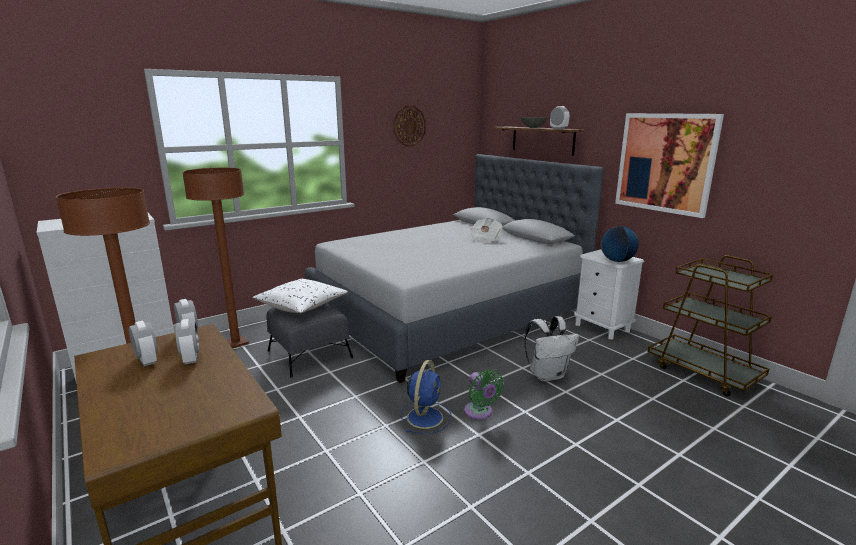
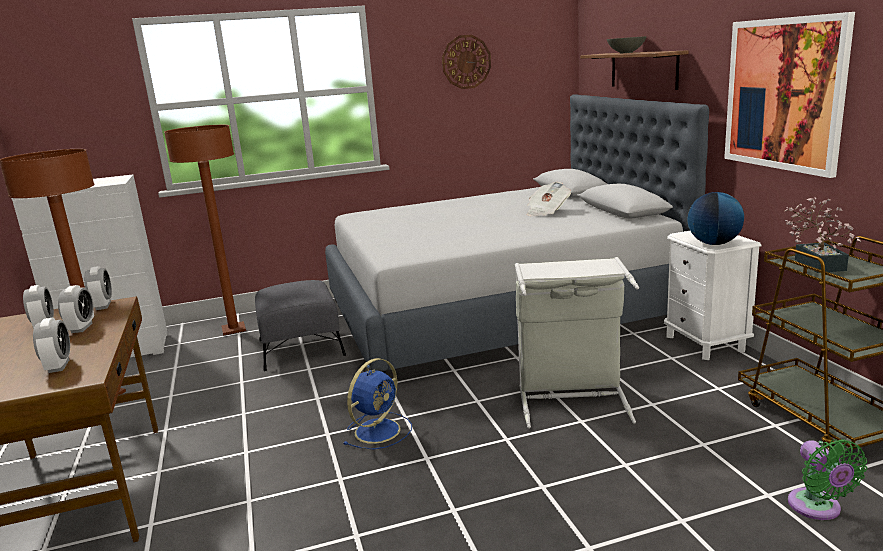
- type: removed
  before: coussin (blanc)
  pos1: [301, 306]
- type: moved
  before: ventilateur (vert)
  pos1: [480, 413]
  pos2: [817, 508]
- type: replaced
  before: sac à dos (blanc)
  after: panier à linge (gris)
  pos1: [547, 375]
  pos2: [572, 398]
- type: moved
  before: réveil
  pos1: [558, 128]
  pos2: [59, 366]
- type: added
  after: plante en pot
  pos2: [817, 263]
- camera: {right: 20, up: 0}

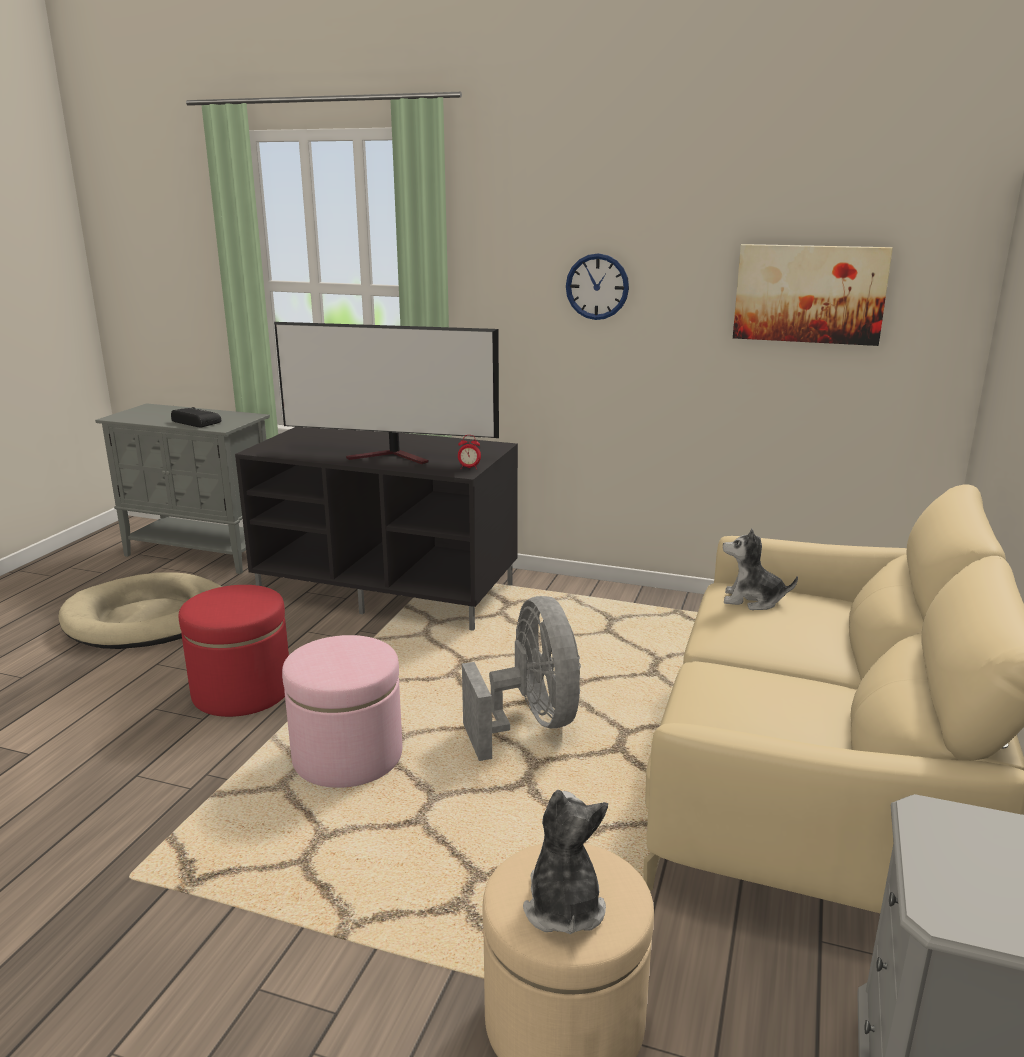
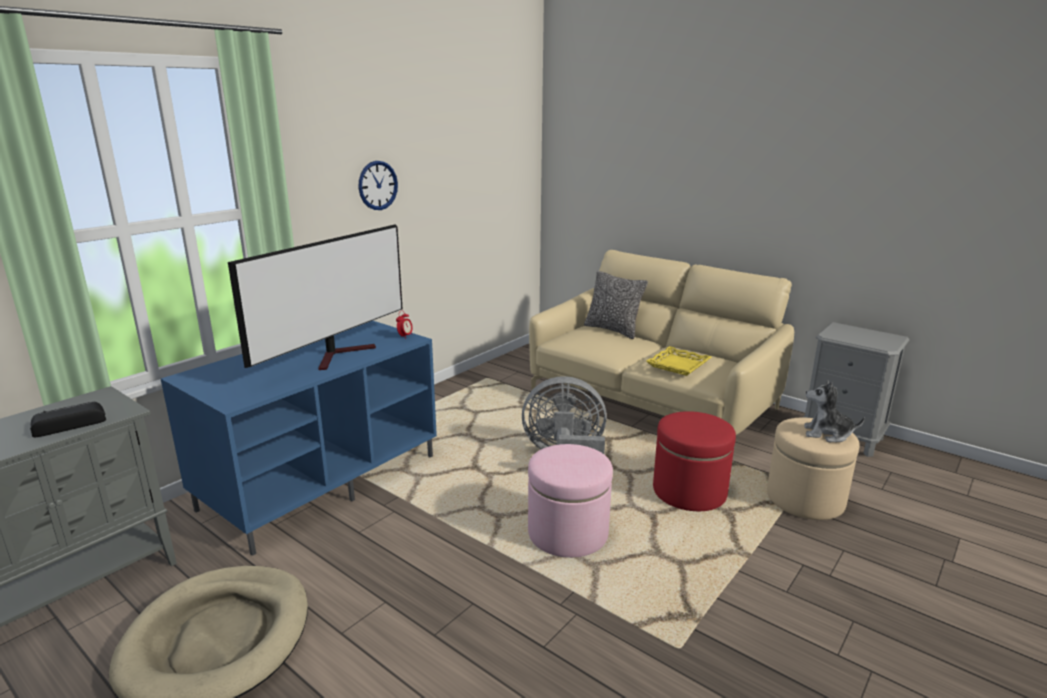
- type: moved
  before: pouf (rouge)
  pos1: [242, 691]
  pos2: [689, 491]
- type: recoloured
  before: meuble télé (noir)
  after: meuble télé (bleu)
  pos1: [389, 590]
  pos2: [322, 481]
- type: removed
  before: peluche
  pos1: [752, 600]
- type: removed
  before: tableau
  pos1: [809, 294]
- type: added
  after: coussin
  pos2: [613, 330]
- type: added
  after: plateau (jaune)
  pos2: [678, 365]
- camera: {right: -70, up: 0}

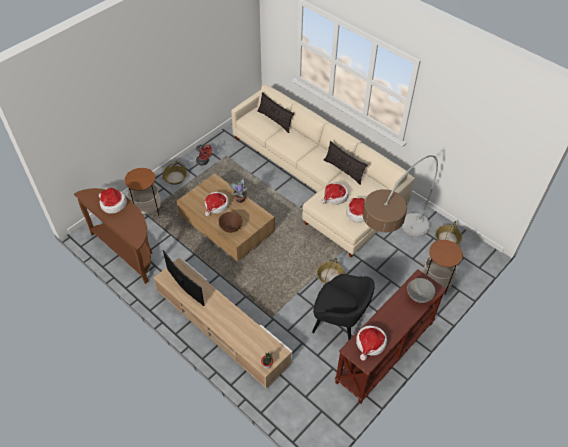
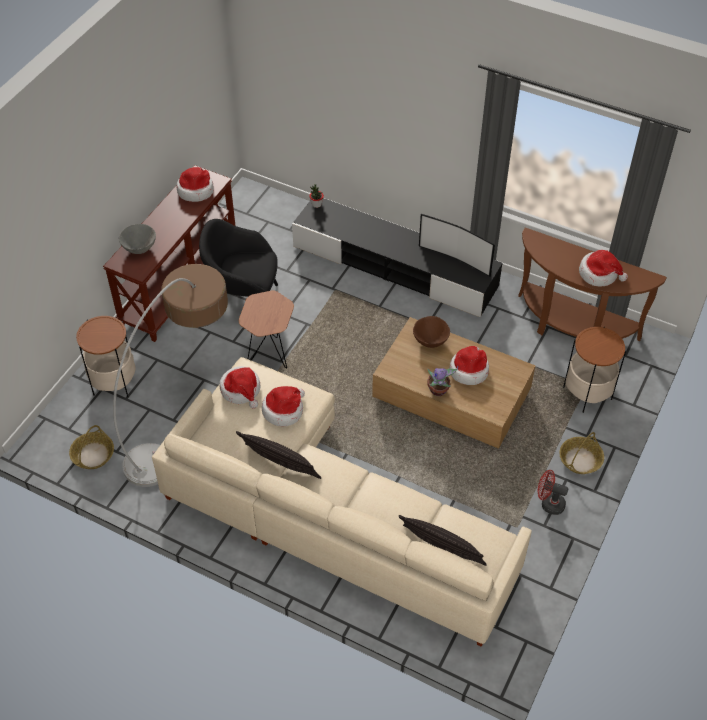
- type: recoloured
  before: meuble télé (beige)
  after: meuble télé (noir)
  pos1: [221, 326]
  pos2: [395, 267]
- type: replaced
  before: panier
  after: table d'appoint (marron)
  pos1: [330, 276]
  pos2: [270, 357]
- camera: {right: 165, up: 0}

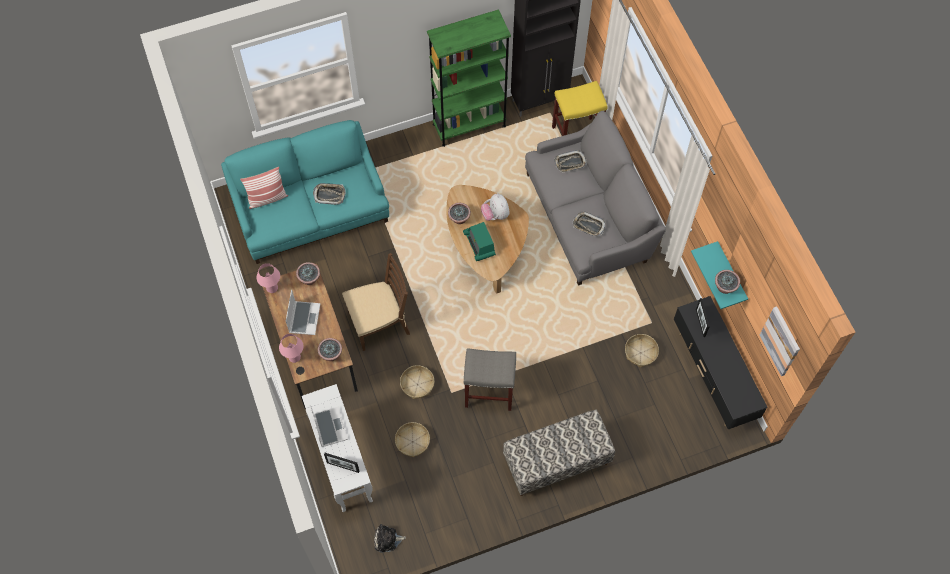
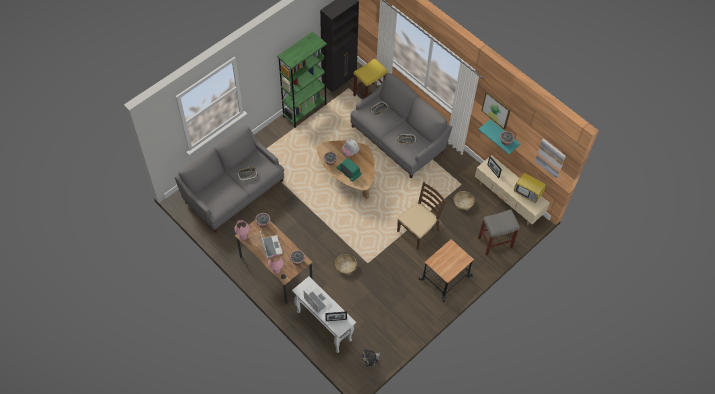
- type: recoloured
  before: canapé (turquoise)
  after: canapé (gris)
  pos1: [311, 210]
  pos2: [233, 190]
- type: removed
  before: coussin
  pos1: [267, 198]
- type: moved
  before: chaise (marron)
  pos1: [379, 323]
  pos2: [418, 230]
- type: removed
  before: panier
  pos1: [412, 442]
- type: moved
  before: tabouret (gris)
  pos1: [488, 393]
  pos2: [494, 243]
- type: replaced
  before: banc
  after: chariot
  pos1: [556, 462]
  pos2: [445, 278]
- type: recoloured
  before: meuble télé (noir)
  after: meuble télé (beige)
  pos1: [712, 376]
  pos2: [508, 201]
- type: added
  after: tableau
  pos2: [496, 109]
- type: added
  after: téléviseur
  pos2: [528, 194]
- camera: {right: -25, up: -5}

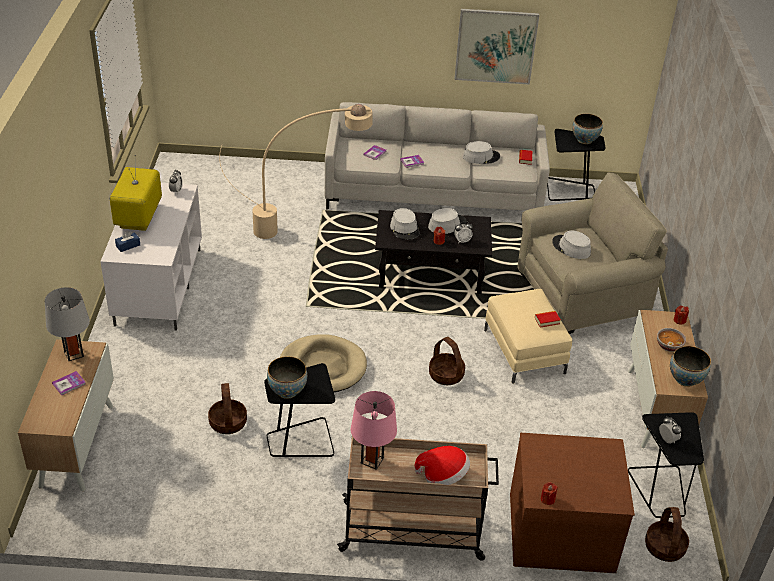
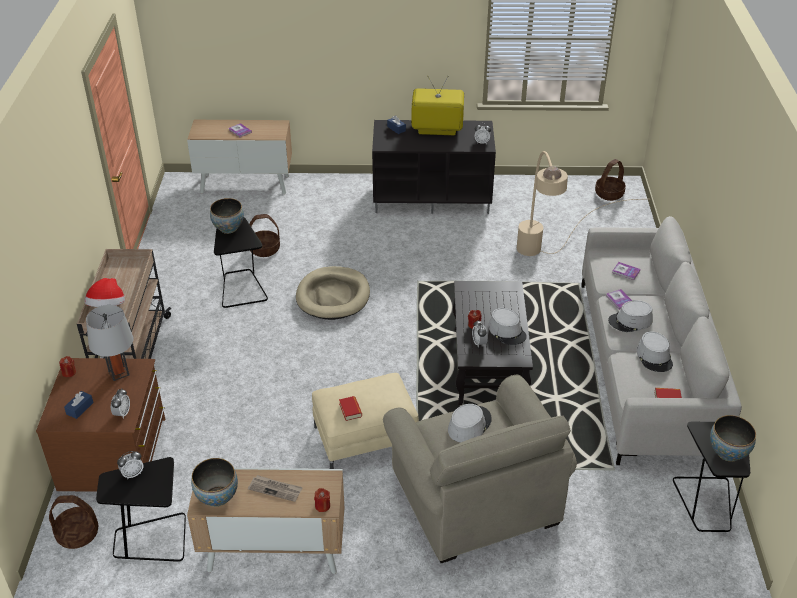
- type: moved
  before: lampe de table (gris)
  pos1: [74, 354]
  pos2: [118, 373]
- type: recoloured
  before: meuble télé (blanc)
  after: meuble télé (noir)
  pos1: [158, 285]
  pos2: [432, 197]
- type: removed
  before: lampe de table (rose)
  pos1: [372, 460]
- type: moved
  before: chapeau (gris)
  pos1: [405, 229]
  pos2: [630, 321]
- type: moved
  before: panier
  pos1: [445, 375]
  pos2: [609, 193]
- type: removed
  before: tableau
  pos1: [495, 46]
- type: replaced
  before: bol
  after: journal
  pos1: [668, 346]
  pos2: [275, 489]
- type: added
  after: boîte à mouchoirs (bleu)
  pos2: [80, 408]
- type: added
  after: réveil
  pos2: [122, 413]
- camera: {right: 90, up: 0}

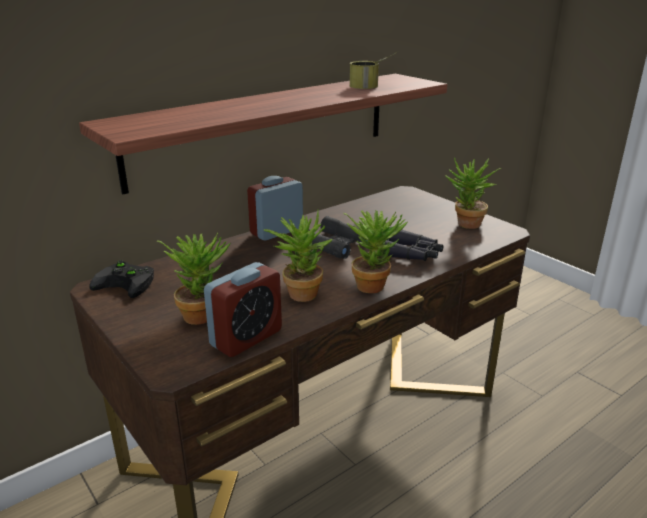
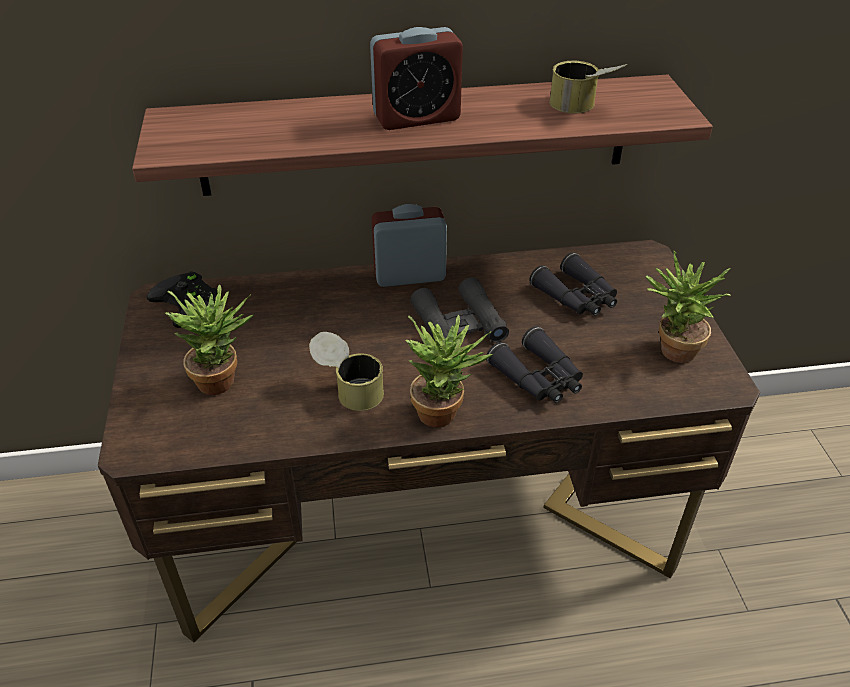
- type: moved
  before: réveil
  pos1: [246, 338]
  pos2: [416, 117]
- type: replaced
  before: plante en pot
  after: boîte métallique
  pos1: [300, 292]
  pos2: [349, 389]
- type: added
  after: jumelles (noir)
  pos2: [577, 297]
- camera: {right: 30, up: 15}

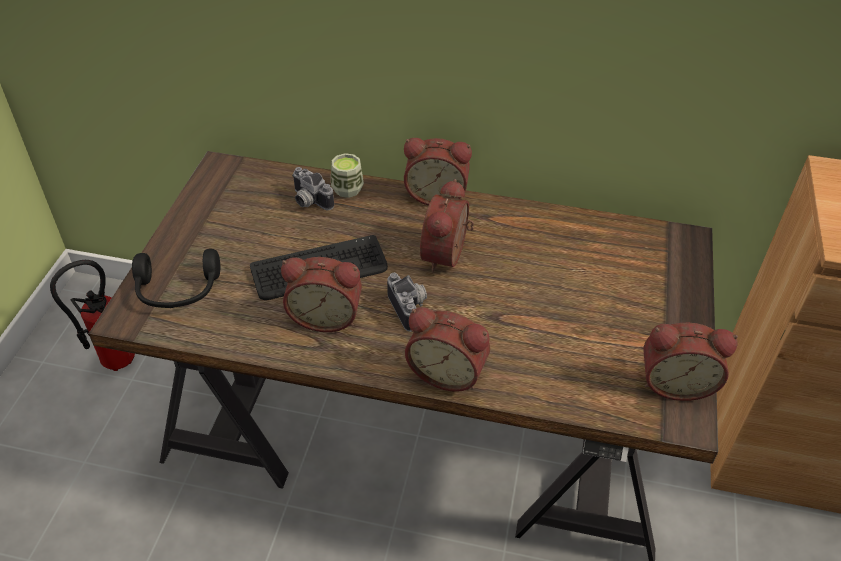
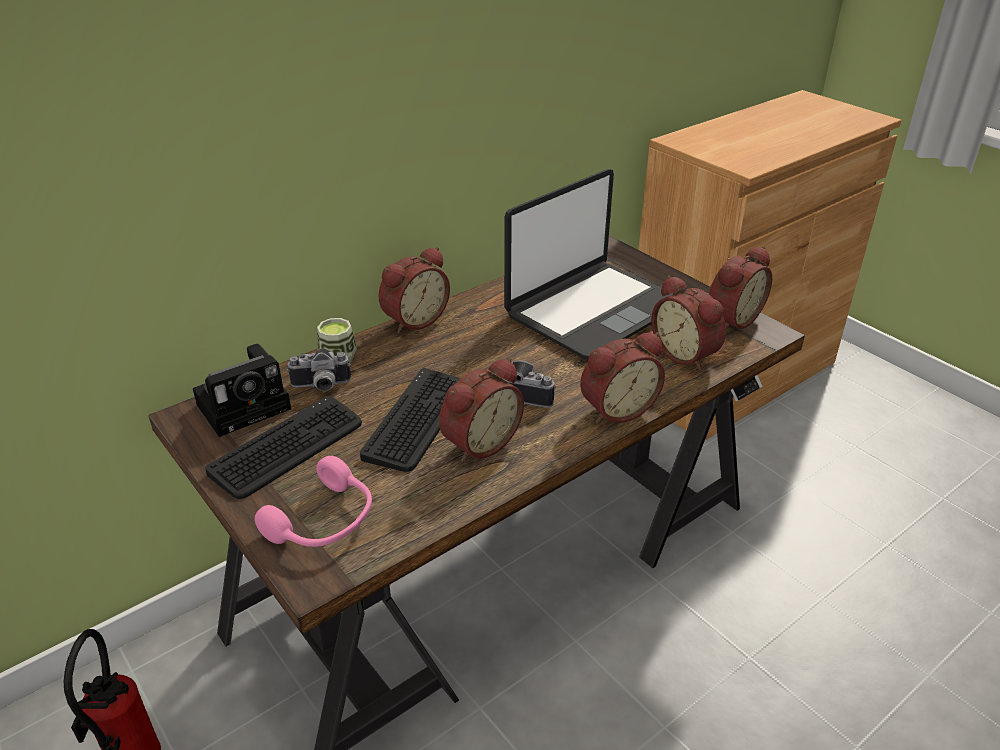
- type: recoloured
  before: casque audio (noir)
  after: casque audio (rose)
  pos1: [177, 291]
  pos2: [325, 522]
- type: moved
  before: réveil
  pos1: [448, 256]
  pos2: [686, 354]
- type: added
  after: appareil photo
  pos2: [247, 405]
- type: added
  after: clavier
  pos2: [288, 448]
- type: added
  after: ordinateur portable
  pos2: [593, 310]
- camera: {right: -50, up: -10}

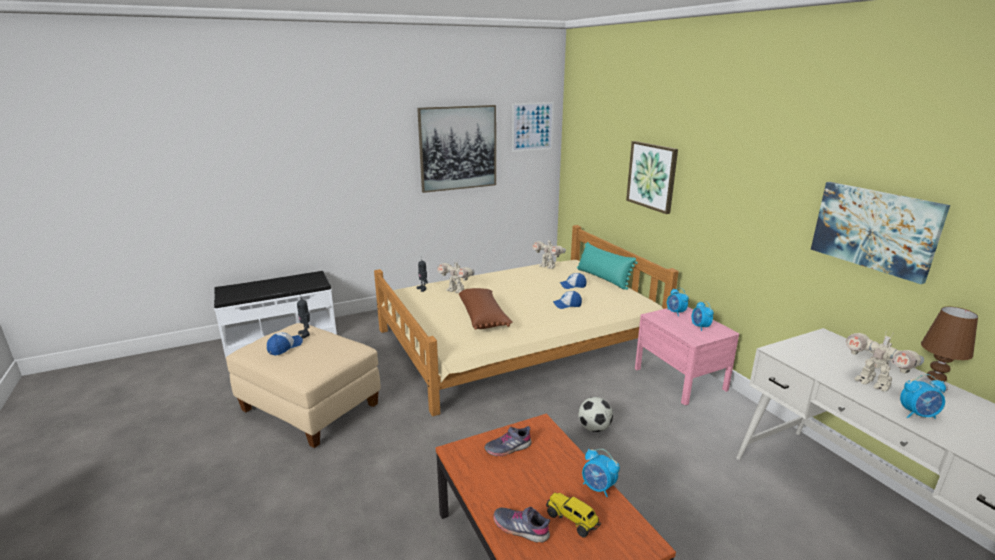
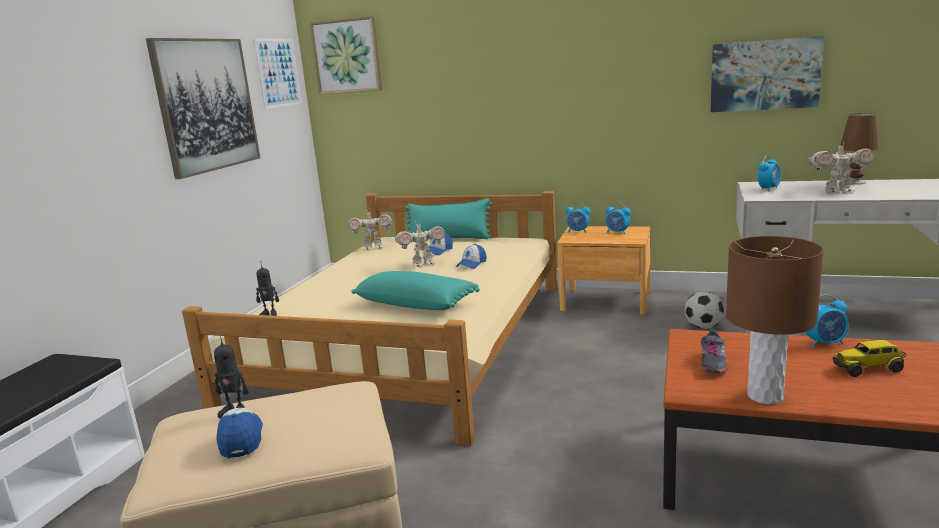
- type: moved
  before: robot jouet
  pos1: [456, 290]
  pos2: [423, 264]
- type: recoloured
  before: coussin (marron)
  after: coussin (turquoise)
  pos1: [484, 317]
  pos2: [416, 304]
- type: removed
  before: chaussure (gris)
  pos1: [521, 528]
- type: moved
  before: ballon de foot
  pos1: [594, 428]
  pos2: [703, 327]
- type: moved
  before: tableau
  pos1: [652, 176]
  pos2: [347, 56]
- type: recoloured
  before: table de chevet (rose)
  after: table de chevet (marron)
  pos1: [680, 379]
  pos2: [605, 301]
- type: moved
  before: réveil
  pos1: [917, 415]
  pos2: [768, 189]
- type: added
  after: lampe de table (marron)
  pos2: [766, 396]
- camera: {right: -45, up: -5}

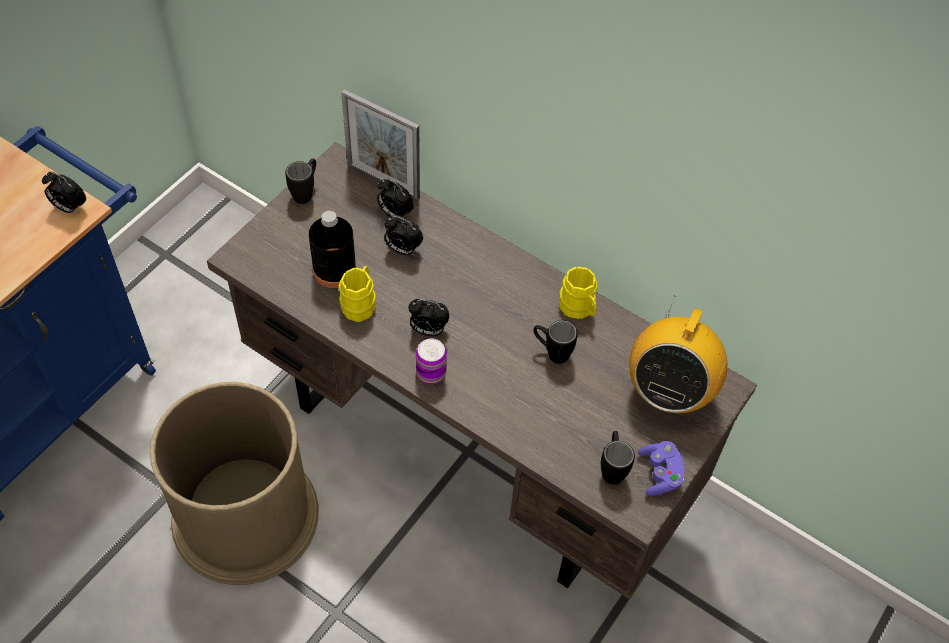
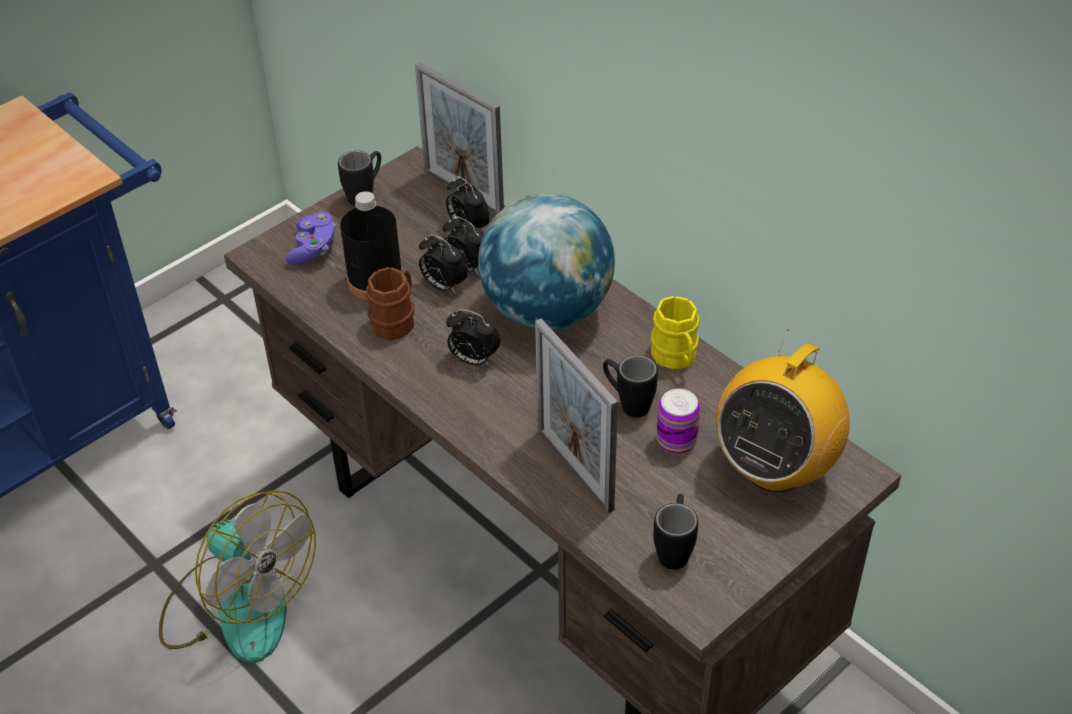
- type: moved
  before: réveil
  pos1: [69, 207]
  pos2: [443, 286]
- type: replaced
  before: poubelle (marron)
  after: ventilateur
  pos1: [245, 515]
  pos2: [238, 606]
- type: recoloured
  before: mug (jaune)
  after: mug (marron)
  pos1: [360, 303]
  pos2: [396, 320]
- type: moved
  before: boîte métallique
  pos1: [431, 373]
  pos2: [676, 440]
- type: moved
  before: manette (violet)
  pos1: [660, 474]
  pos2: [313, 249]
- type: added
  after: globe
  pos2: [547, 310]
- type: added
  after: cadre photo
  pos2: [574, 469]
- camera: {right: 15, up: -10}

